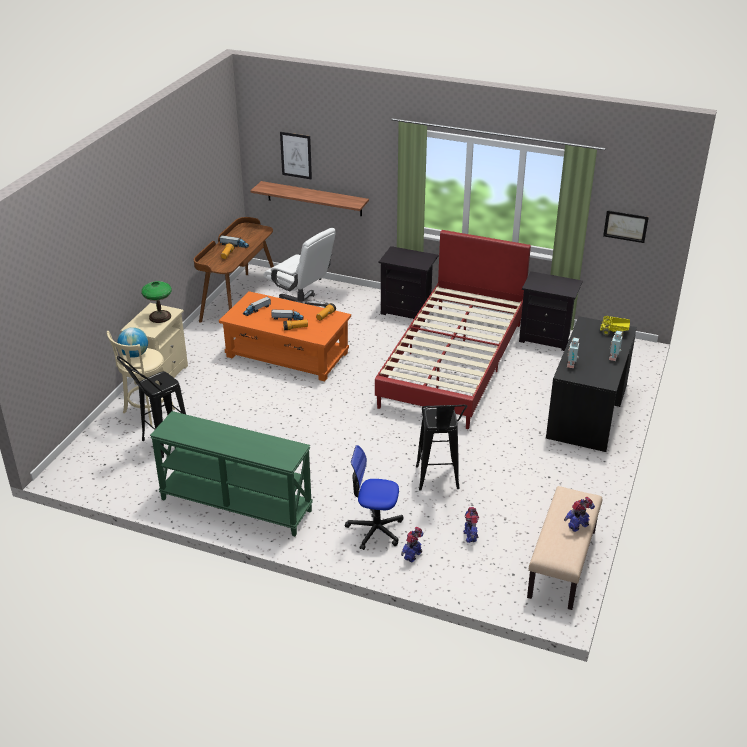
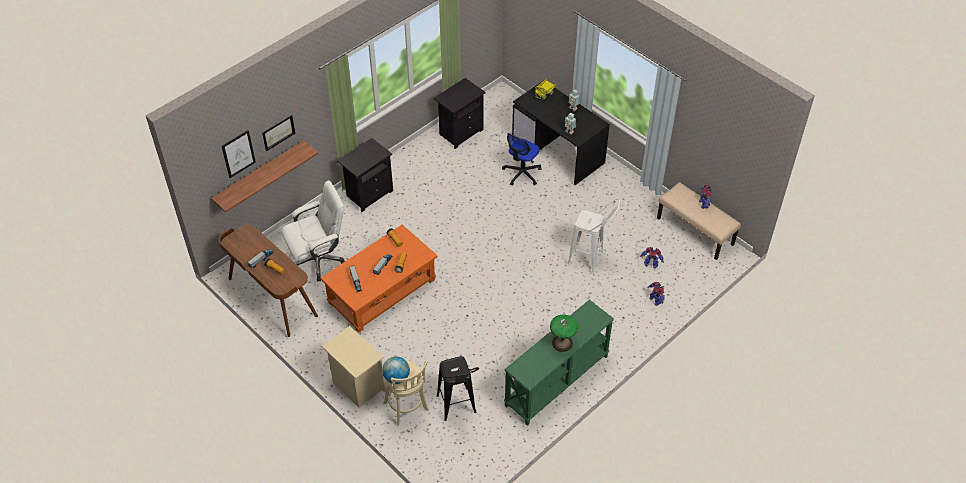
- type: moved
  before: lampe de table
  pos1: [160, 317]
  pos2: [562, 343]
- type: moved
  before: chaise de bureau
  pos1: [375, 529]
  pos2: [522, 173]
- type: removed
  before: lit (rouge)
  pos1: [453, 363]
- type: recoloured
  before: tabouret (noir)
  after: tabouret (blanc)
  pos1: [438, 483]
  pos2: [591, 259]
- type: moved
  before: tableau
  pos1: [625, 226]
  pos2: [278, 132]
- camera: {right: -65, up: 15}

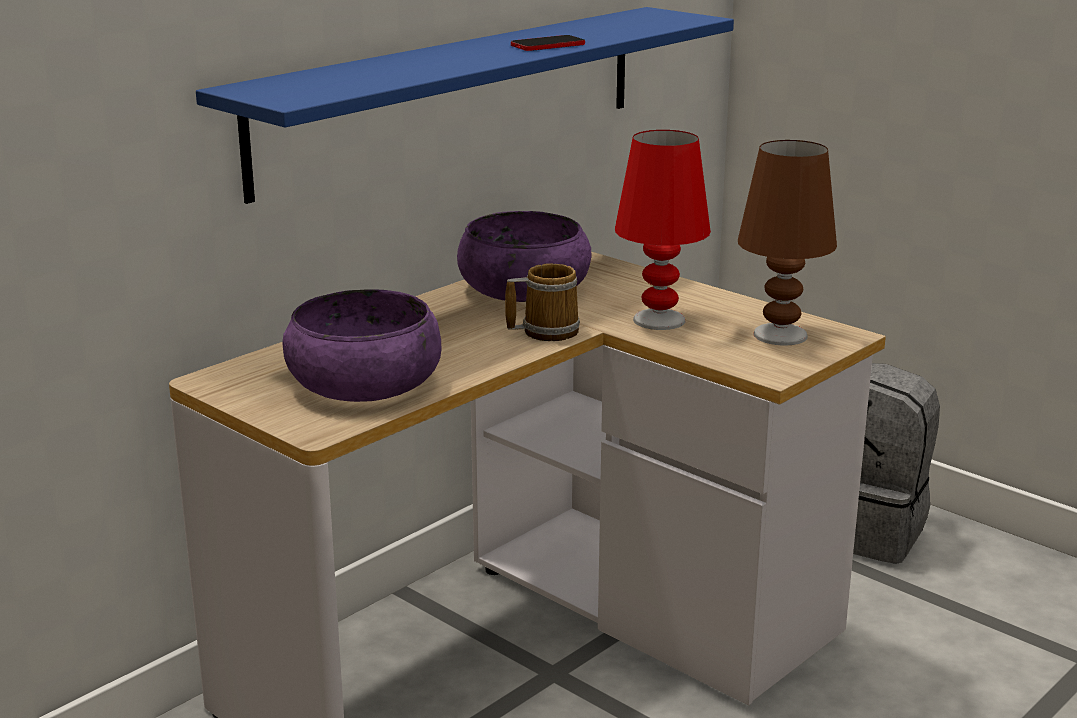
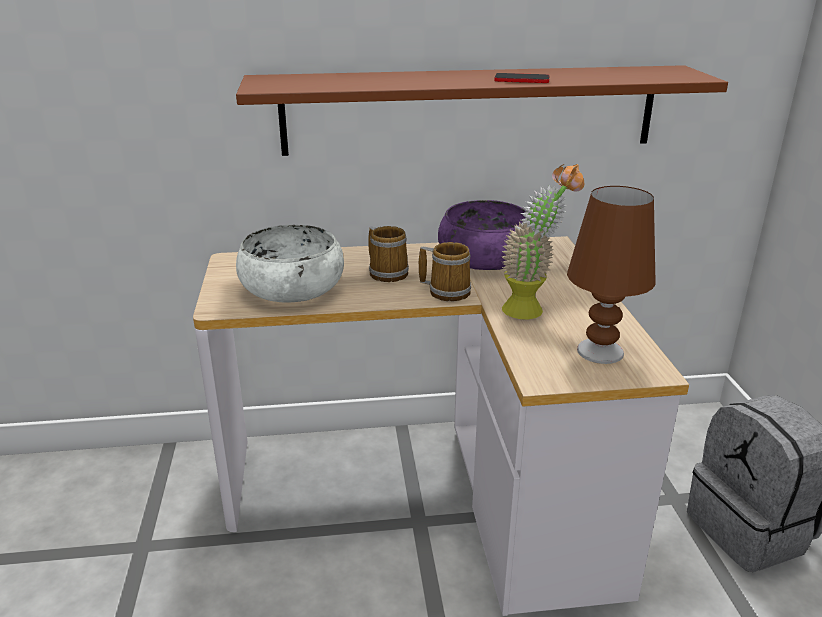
- type: recoloured
  before: étagère (bleu)
  after: étagère (marron)
  pos1: [454, 96]
  pos2: [470, 110]
- type: recoloured
  before: bol (violet)
  after: bol (blanc)
  pos1: [364, 383]
  pos2: [292, 288]
- type: replaced
  before: lampe de table (rouge)
  after: plante en pot
  pos1: [660, 320]
  pos2: [532, 309]
- type: added
  after: mug
  pos2: [388, 272]
- camera: {right: 40, up: 5}

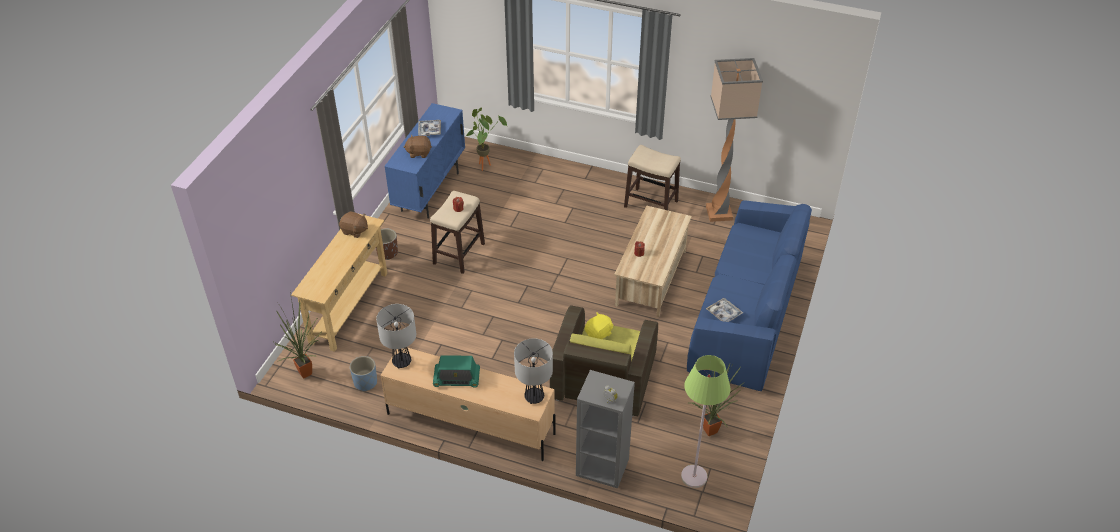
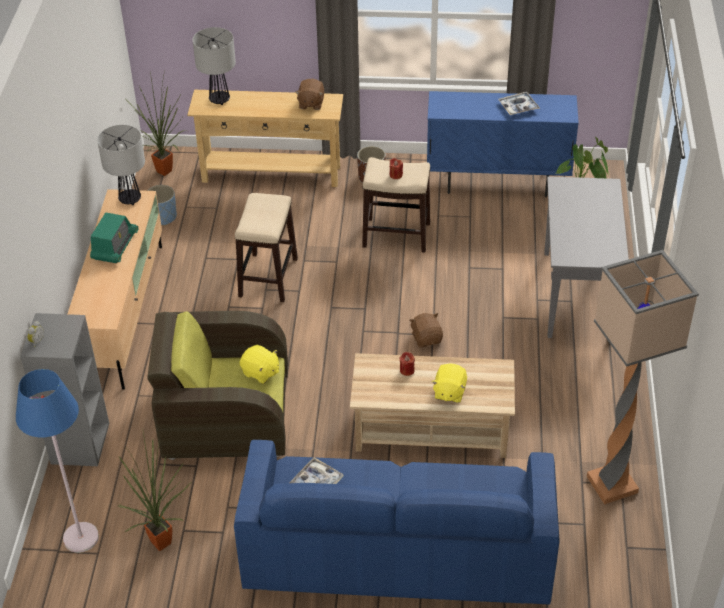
- type: moved
  before: peluche (marron)
  pos1: [419, 153]
  pos2: [427, 338]
- type: turned
  before: radio
  pos1: [456, 378]
  pos2: [114, 246]
  turn: -150
- type: moved
  before: lampe de table
  pos1: [534, 397]
  pos2: [219, 100]
- type: moved
  before: tabouret
  pos1: [651, 204]
  pos2: [268, 278]
- type: recoloured
  before: lampadaire (vert)
  after: lampadaire (bleu)
  pos1: [694, 477]
  pos2: [80, 538]
- type: added
  after: peluche (jaune)
  pos2: [449, 392]
- type: added
  after: table console (gris)
  pos2: [577, 296]
- camera: {right: 75, up: 0}

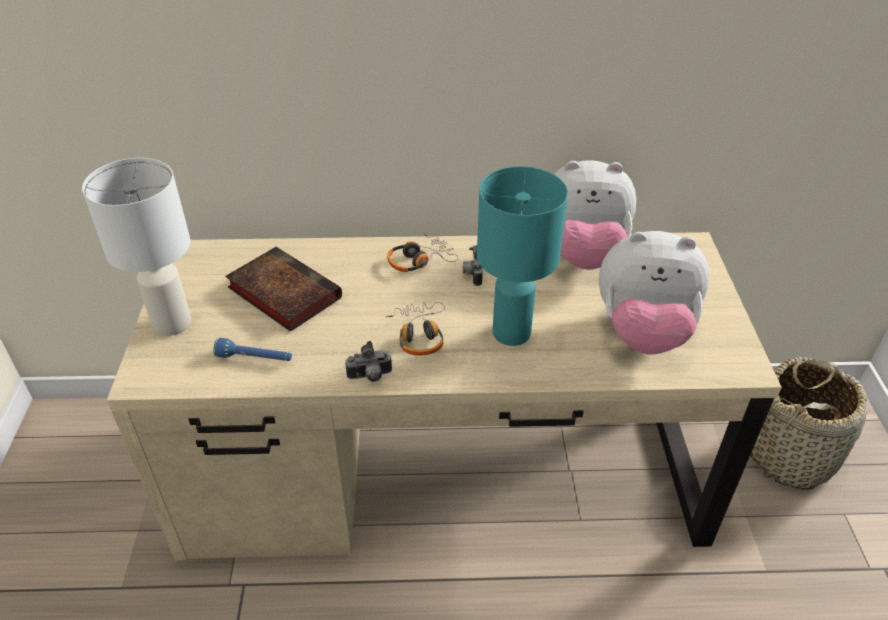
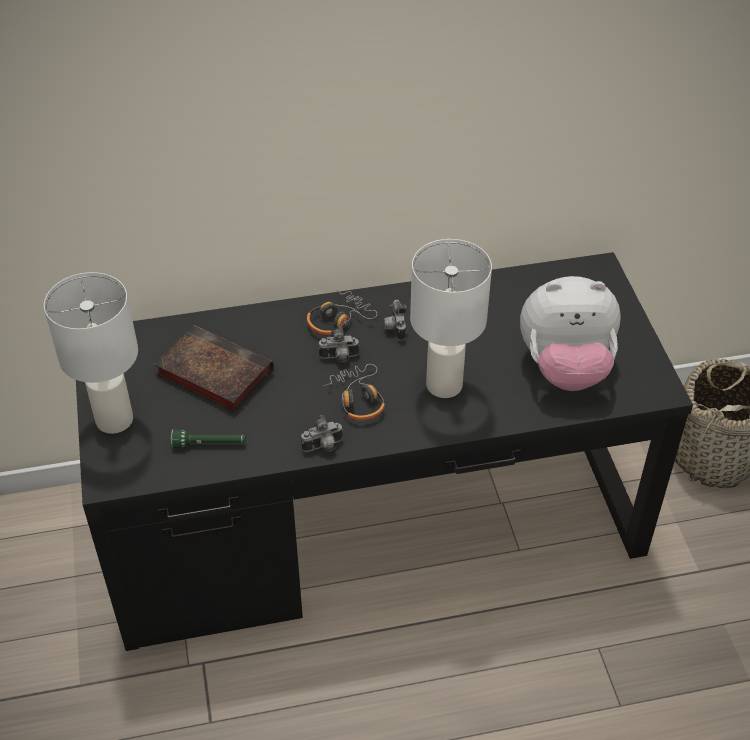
- type: recoloured
  before: bureau (beige)
  after: bureau (noir)
  pos1: [442, 469]
  pos2: [373, 521]
- type: recoloured
  before: lampe de poche (bleu)
  after: lampe de poche (vert)
  pos1: [255, 358]
  pos2: [209, 444]
- type: recoloured
  before: lampe de table (turquoise)
  after: lampe de table (blanc)
  pos1: [510, 332]
  pos2: [443, 384]
- type: removed
  before: peluche
  pos1: [582, 254]
- type: added
  after: appareil photo
  pos2: [339, 358]
- camera: {right: -10, up: 5}

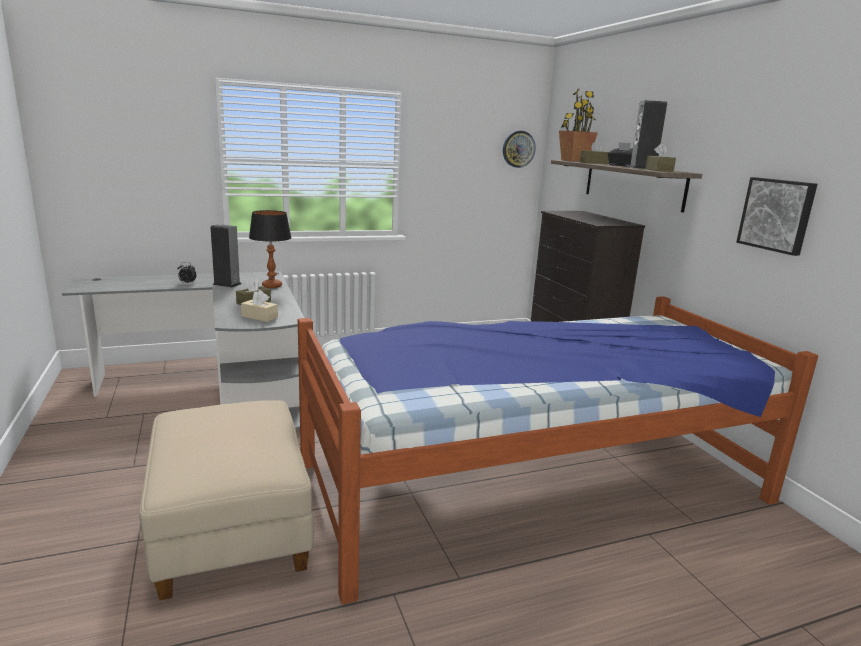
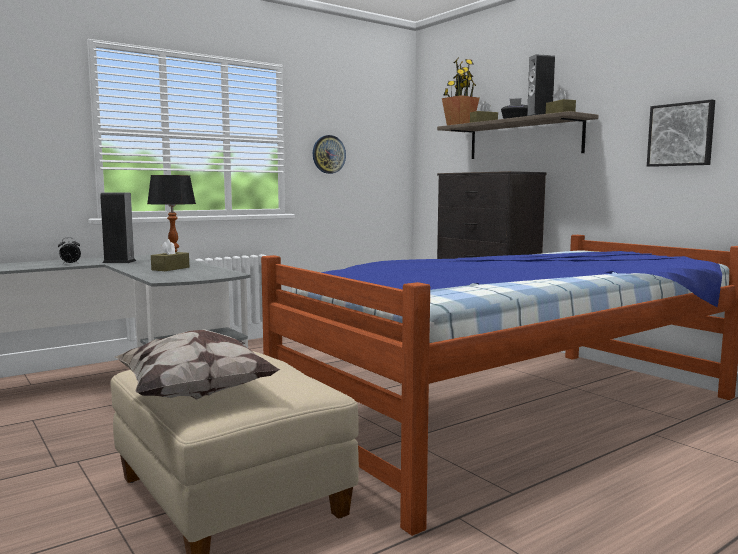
- type: removed
  before: boîte à mouchoirs (beige)
  pos1: [259, 317]
- type: moved
  before: horloge murale
  pos1: [518, 149]
  pos2: [328, 154]
- type: added
  after: coussin
  pos2: [197, 393]
- camera: {right: -15, up: -10}

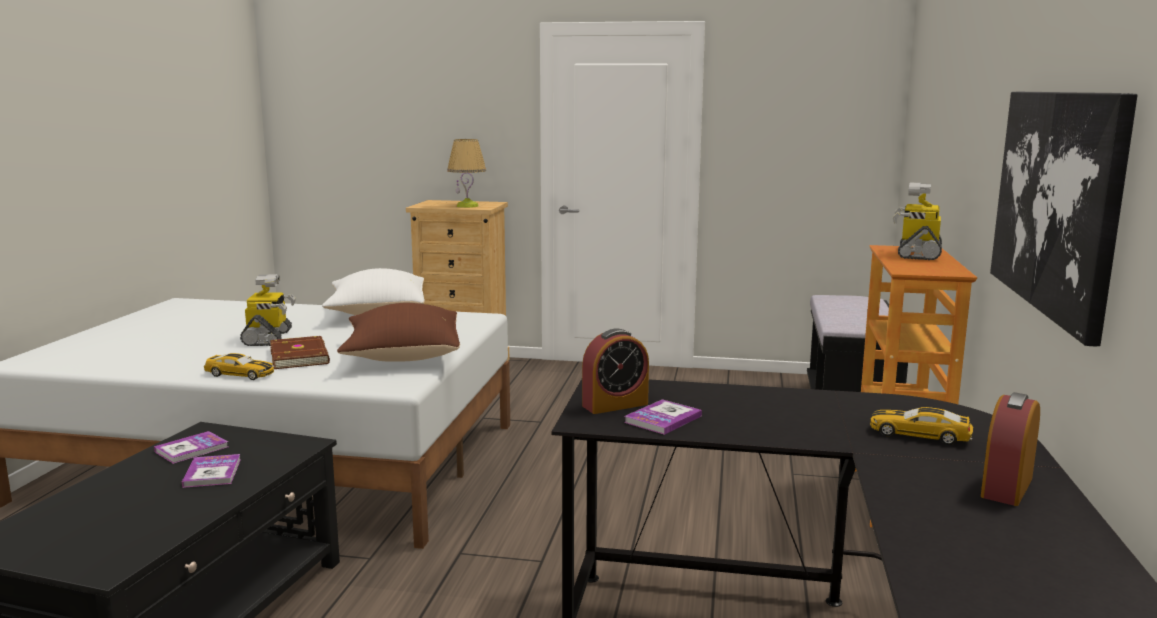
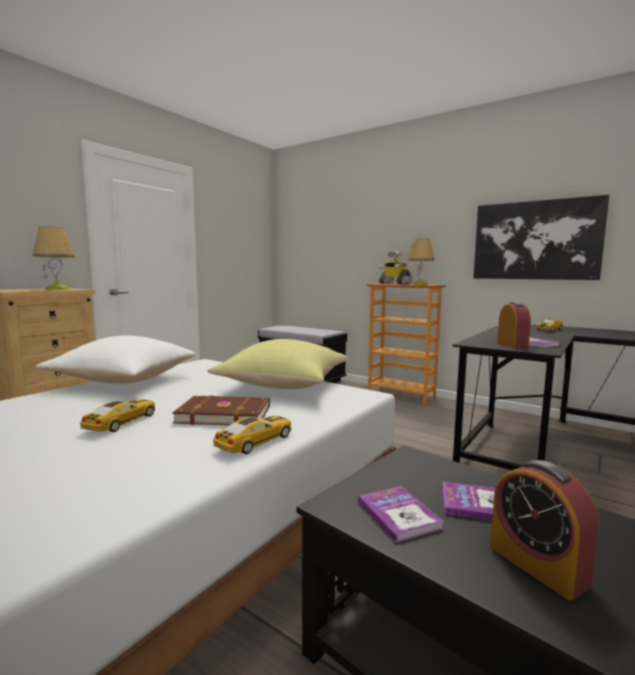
- type: replaced
  before: robot jouet
  after: petite voiture
  pos1: [268, 338]
  pos2: [122, 422]
- type: recoloured
  before: coussin (marron)
  after: coussin (jaune)
  pos1: [402, 356]
  pos2: [281, 387]
- type: moved
  before: réveil
  pos1: [1006, 487]
  pos2: [537, 565]
- type: added
  after: lampe de table
  pos2: [419, 284]
- camera: {right: -65, up: -5}

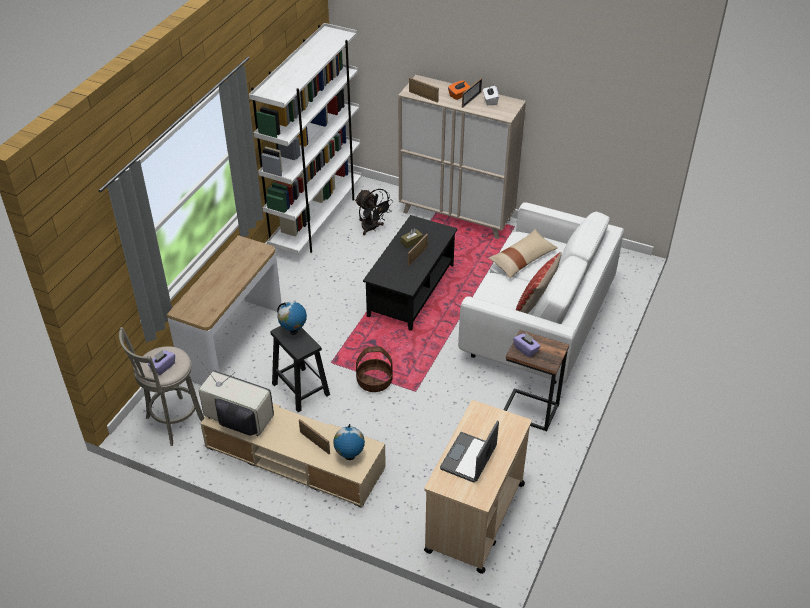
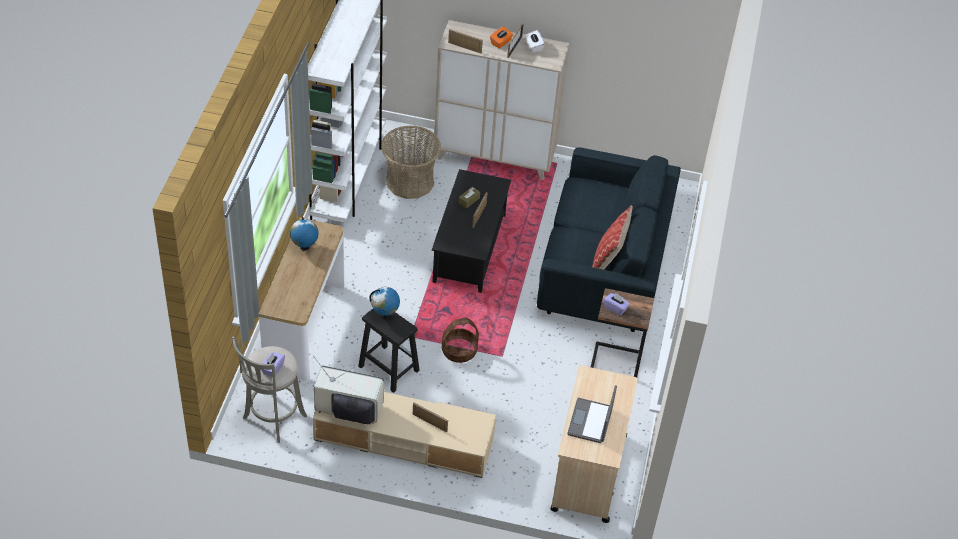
- type: moved
  before: globe
  pos1: [349, 456]
  pos2: [304, 247]
- type: replaced
  before: ventilateur (noir)
  after: panier
  pos1: [372, 228]
  pos2: [410, 181]
- type: recoloured
  before: canapé (blanc)
  after: canapé (bleu)
  pos1: [536, 323]
  pos2: [602, 269]
- type: removed
  before: coussin (beige)
  pos1: [522, 259]
- camera: {right: -15, up: 5}

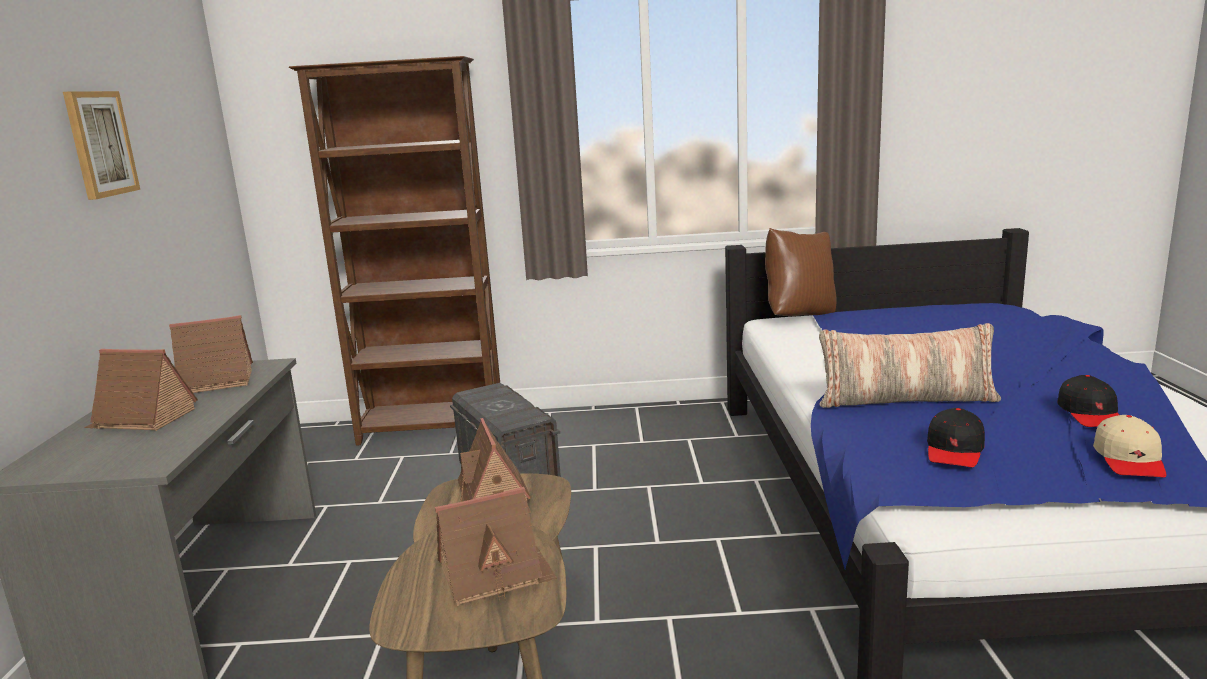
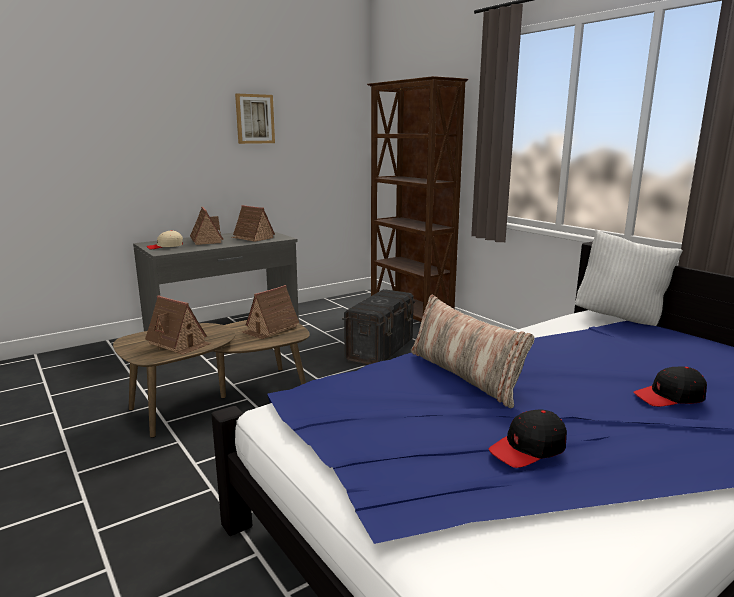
- type: recoloured
  before: coussin (marron)
  after: coussin (blanc)
  pos1: [799, 316]
  pos2: [620, 318]
- type: moved
  before: casquette (noir)
  pos1: [954, 450]
  pos2: [669, 397]
- type: moved
  before: casquette (beige)
  pos1: [1129, 459]
  pos2: [165, 246]
- camera: {right: 55, up: 0}

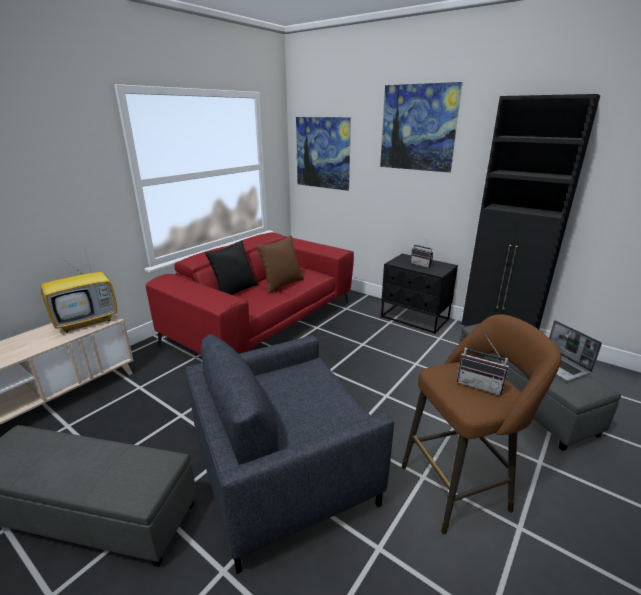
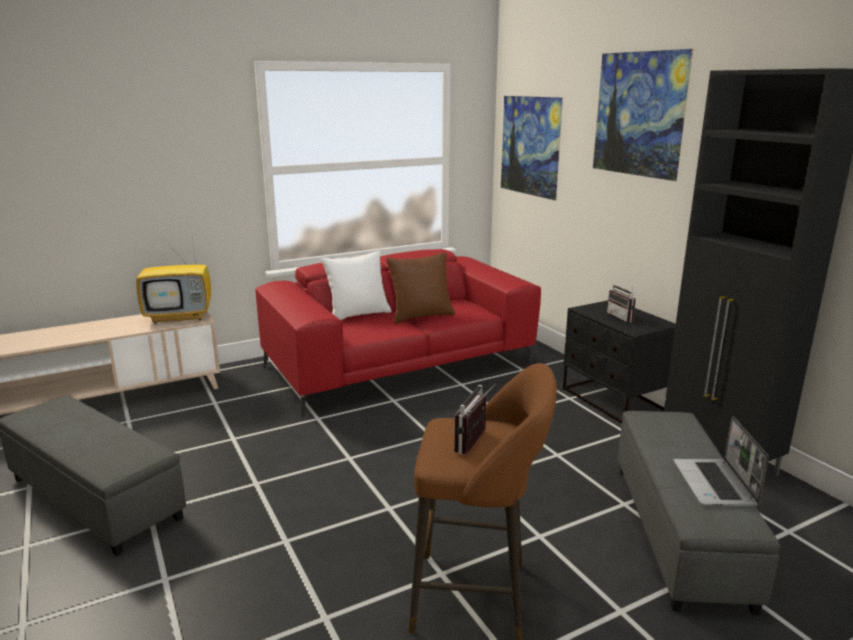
- type: removed
  before: fauteuil (gris)
  pos1: [283, 473]
- type: recoloured
  before: coussin (noir)
  after: coussin (blanc)
  pos1: [235, 291]
  pos2: [358, 315]
- type: turned
  before: radio
  pos1: [480, 384]
  pos2: [476, 443]
  turn: 60
- camera: {right: 25, up: -5}

